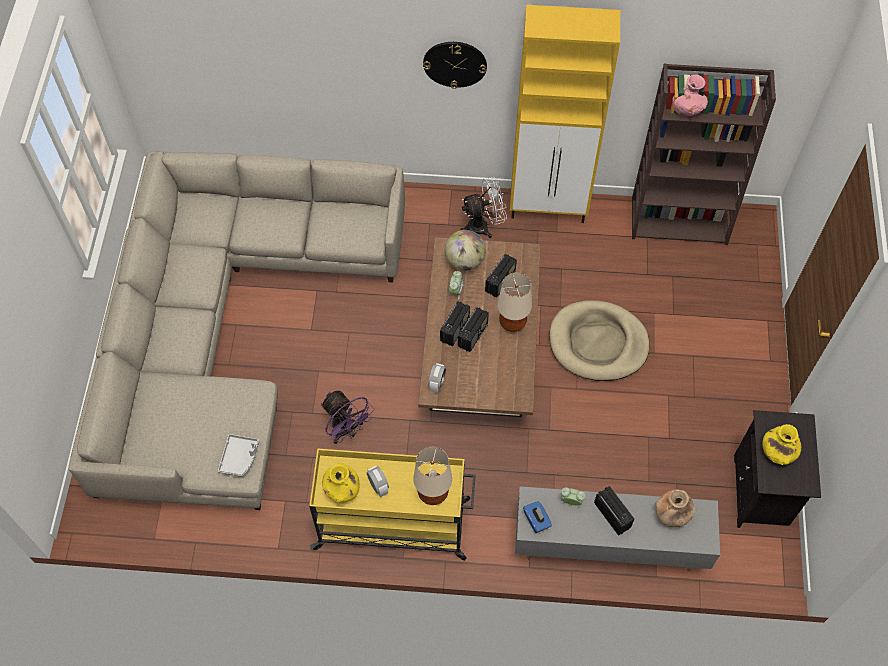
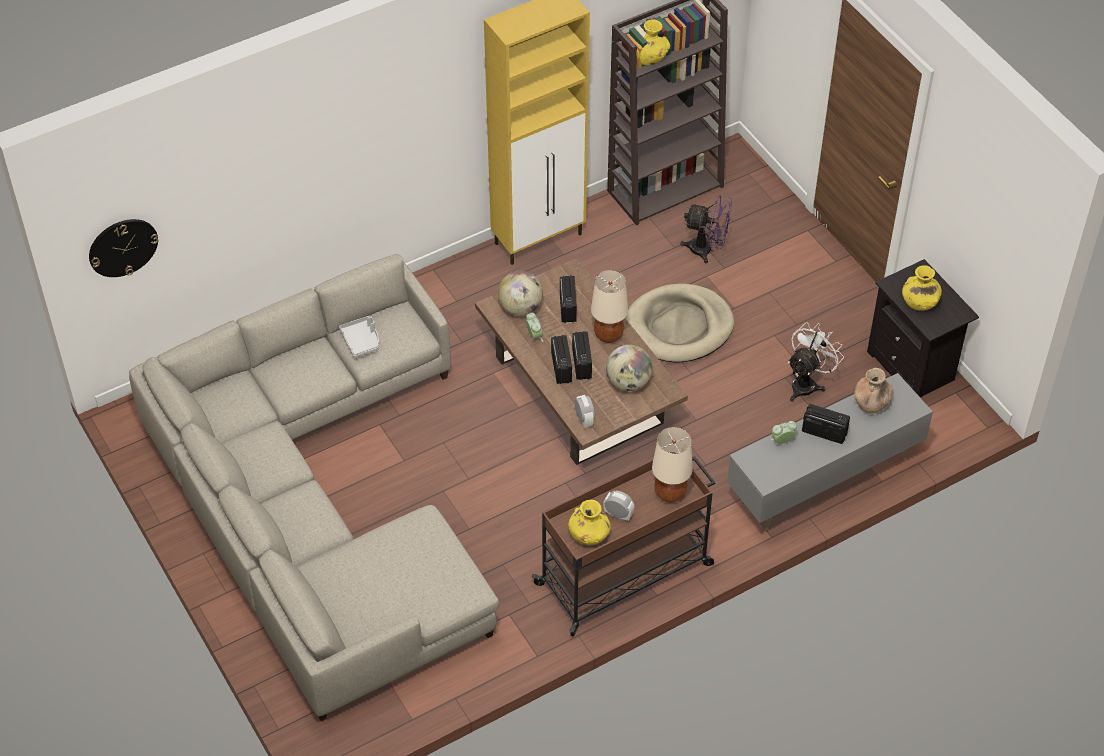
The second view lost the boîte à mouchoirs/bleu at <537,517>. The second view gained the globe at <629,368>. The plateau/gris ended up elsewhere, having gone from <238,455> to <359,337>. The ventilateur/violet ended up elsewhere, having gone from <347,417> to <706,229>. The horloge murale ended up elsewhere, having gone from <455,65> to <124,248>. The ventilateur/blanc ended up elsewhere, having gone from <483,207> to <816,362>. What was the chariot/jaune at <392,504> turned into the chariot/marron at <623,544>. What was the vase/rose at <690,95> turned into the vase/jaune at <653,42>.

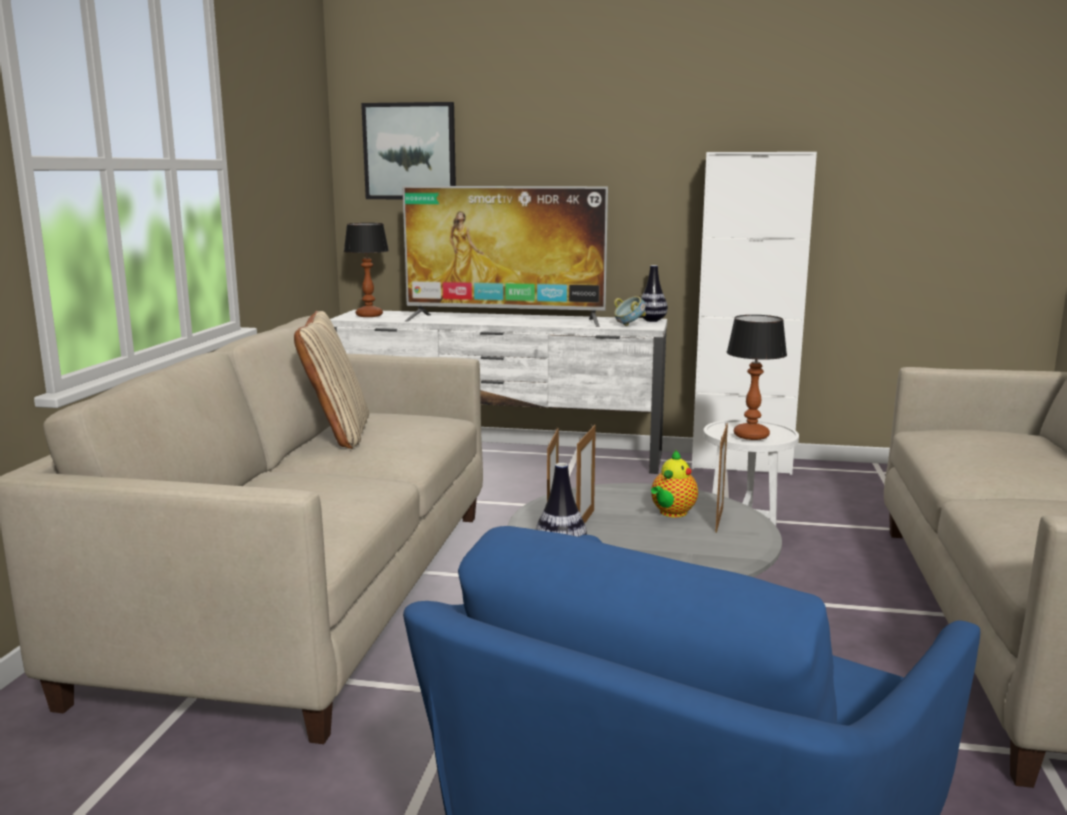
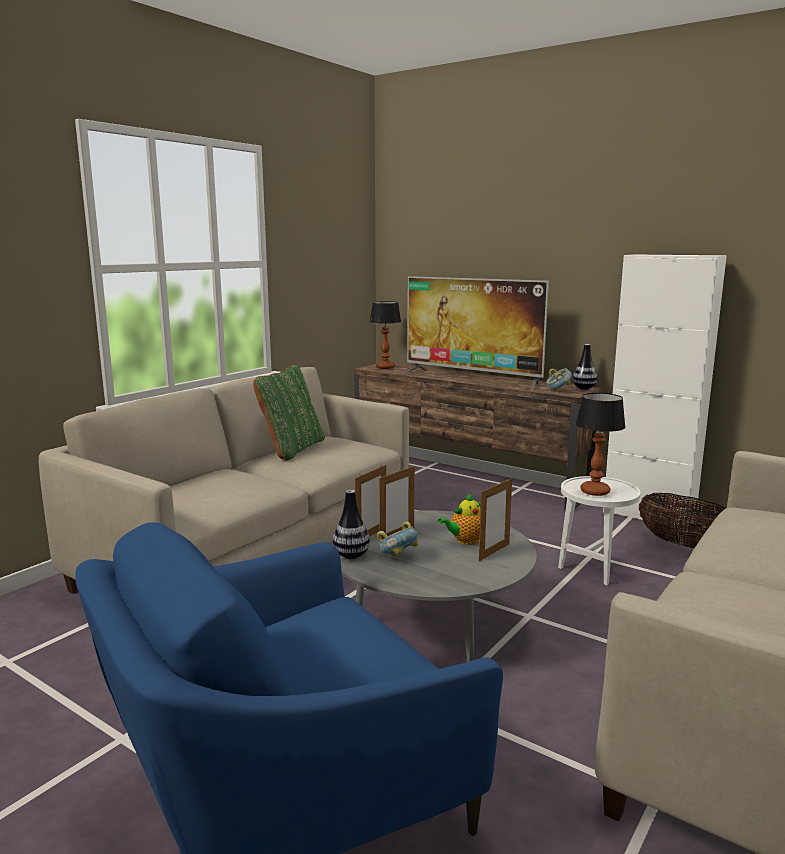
The second view lost the tableau at <408,150>. The second view gained the bol at <397,539>. The second view gained the panier at <682,520>. What was the coussin/beige at <331,380> turned into the coussin/vert at <289,413>. What was the meuble télé/blanc at <498,392> turned into the meuble télé/marron at <477,437>.

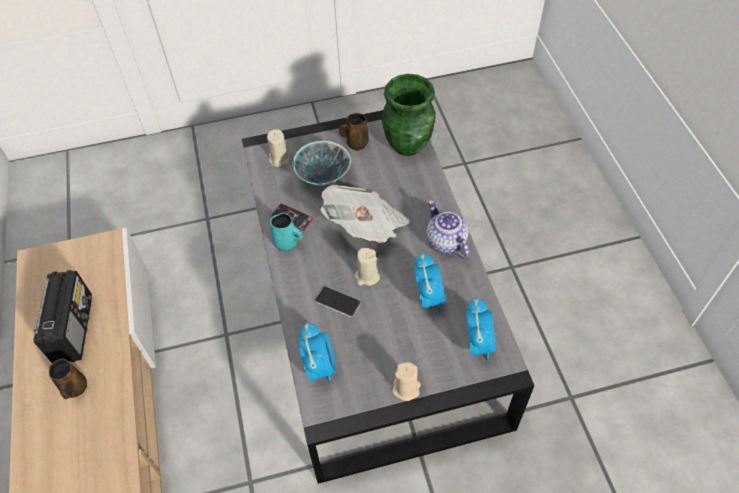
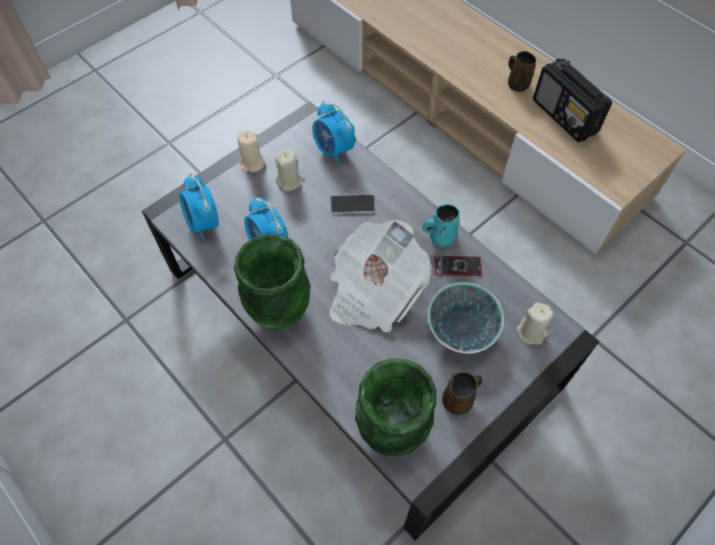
The bougie/beige ended up elsewhere, having gone from <367,267> to <288,169>. Where the théière stood at <447,229>, the vase/vert came to stand at <272,282>.

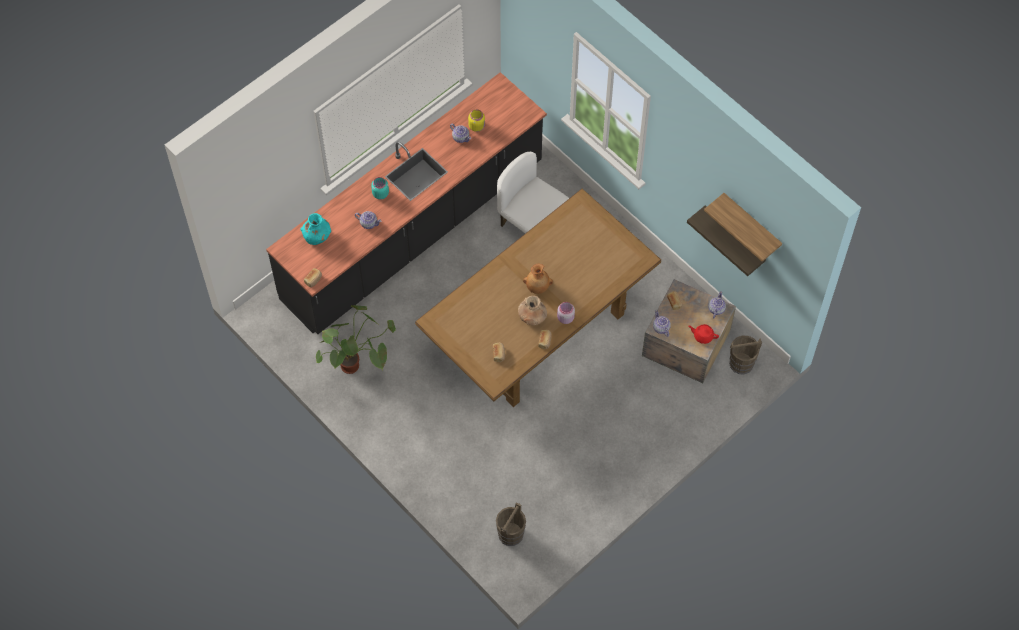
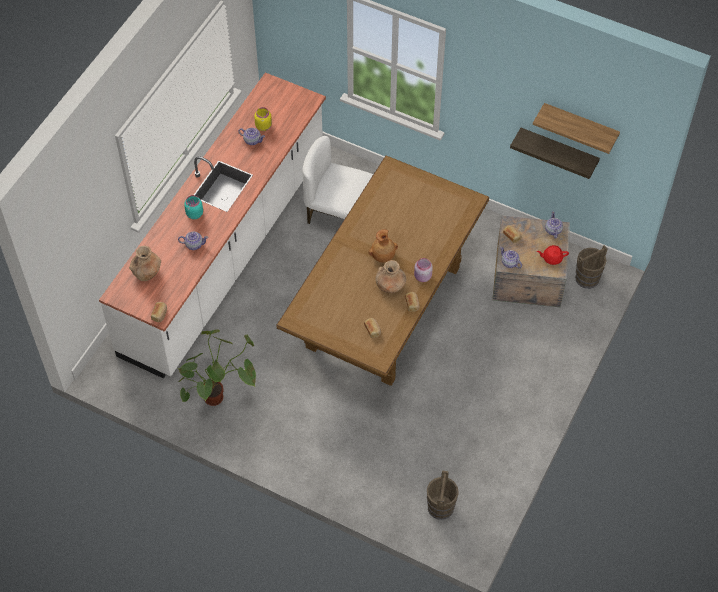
What was the comptoir de cuisine/noir at <406,203> turned into the comptoir de cuisine/blanc at <212,225>. What was the vase/turquoise at <315,229> turned into the vase/marron at <145,263>.

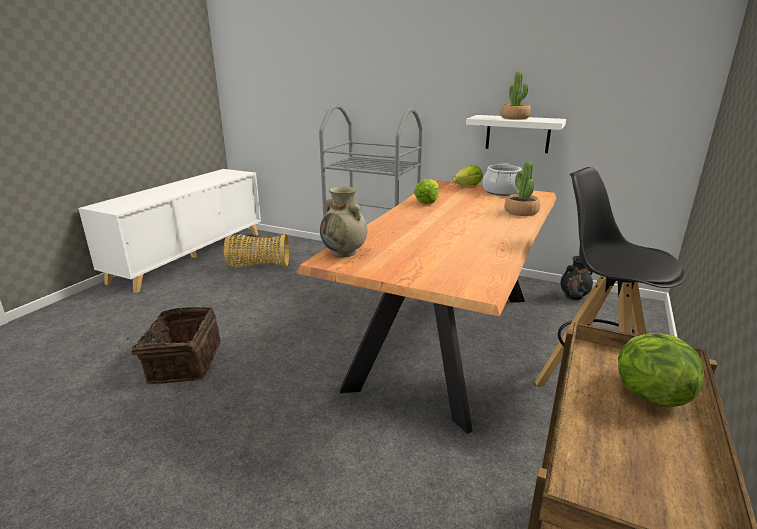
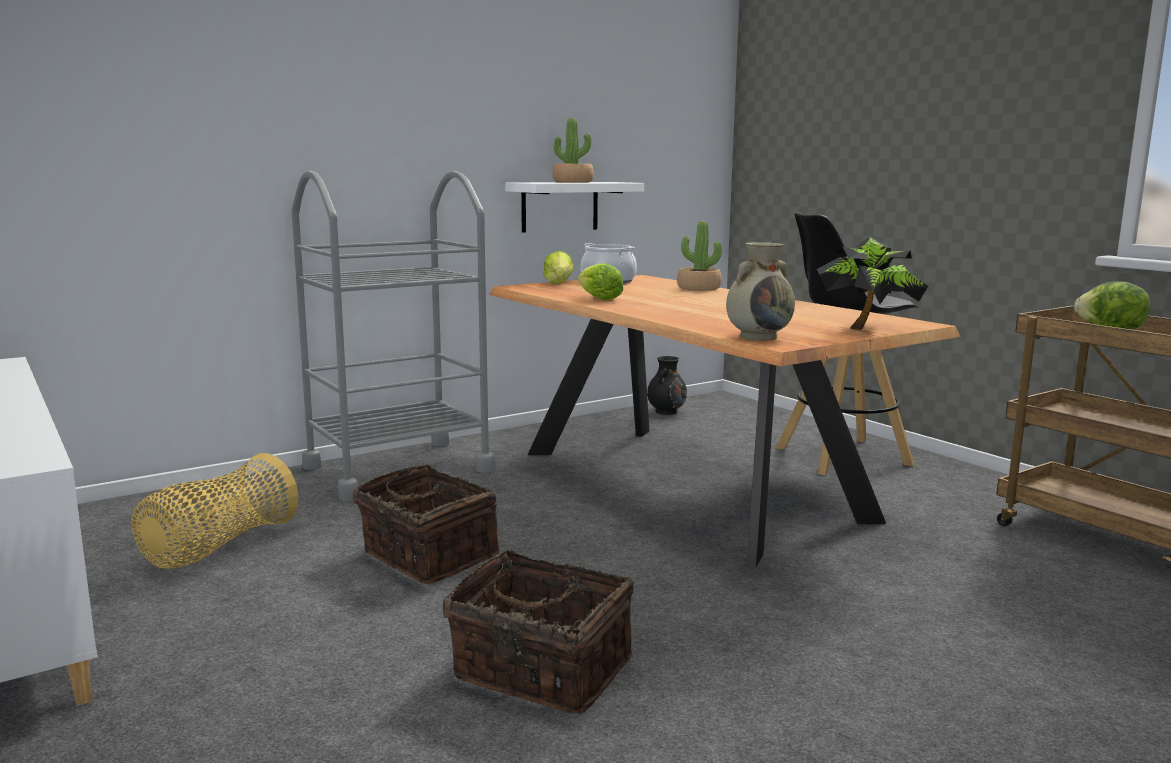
The second view gained the panier at <426,524>. The second view gained the plante en pot at <872,283>.

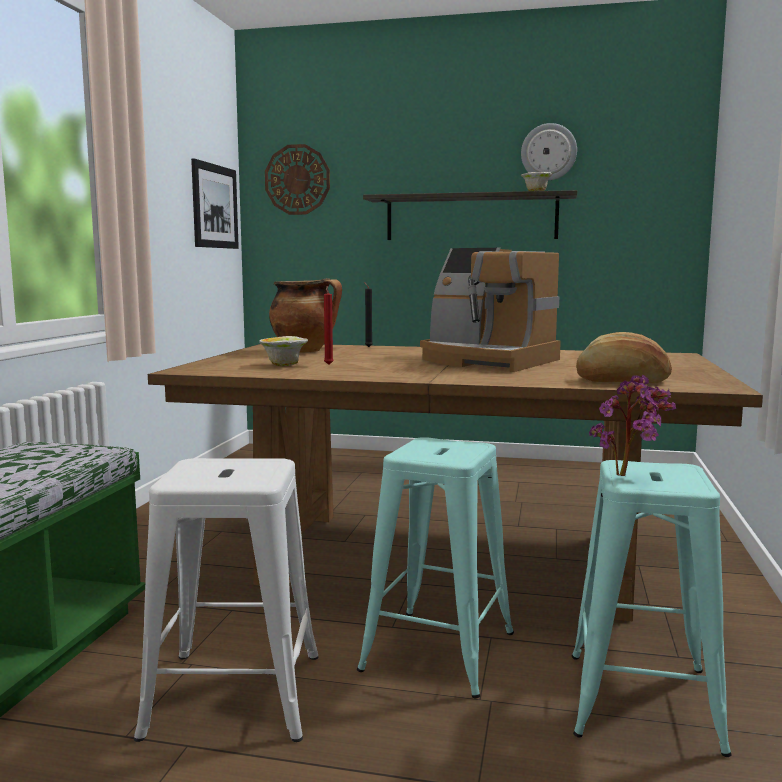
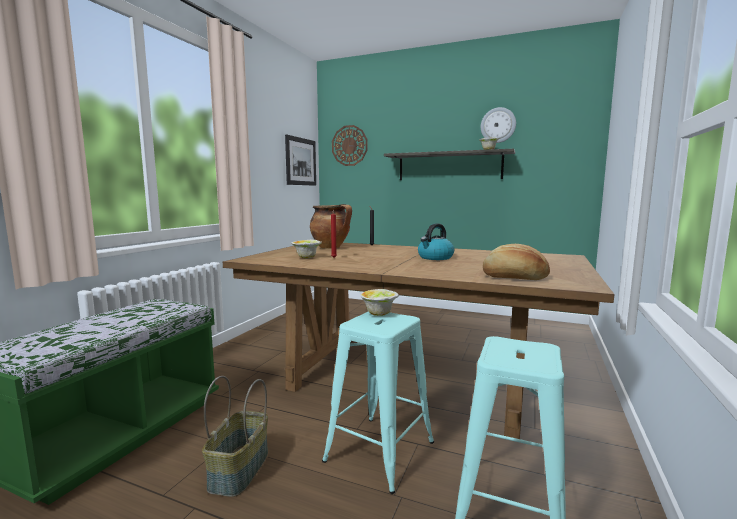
The second view lost the plante en pot at <632,425>. The second view gained the bol at <379,302>. Where the tabouret/blanc stood at <226,600>, the panier came to stand at <235,436>. Where the machine à café stood at <490,310>, the bouilloire came to stand at <436,241>.

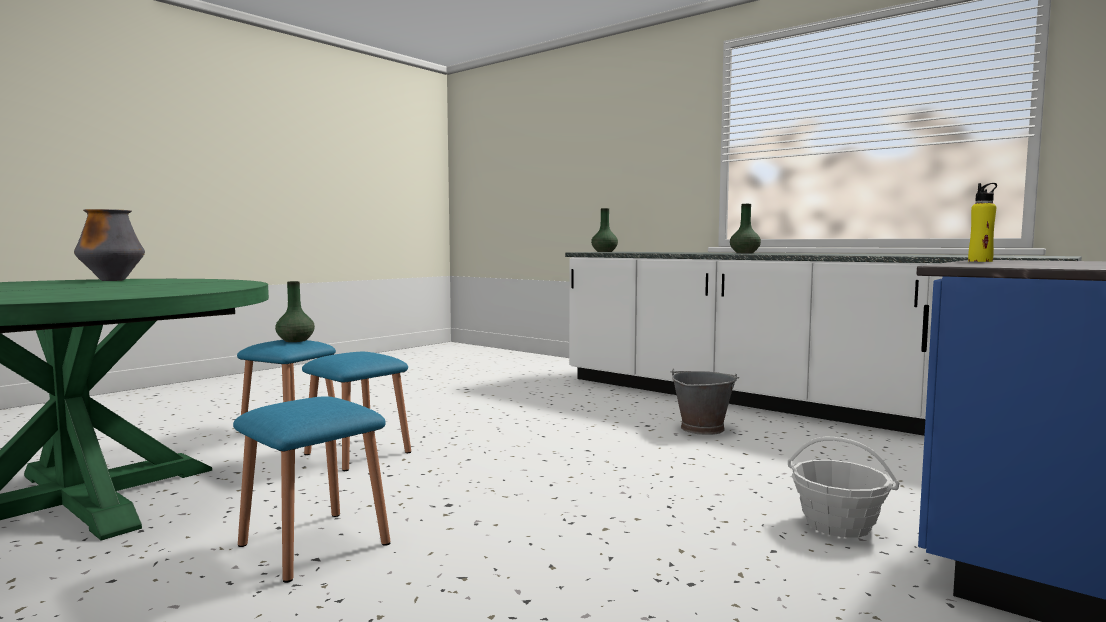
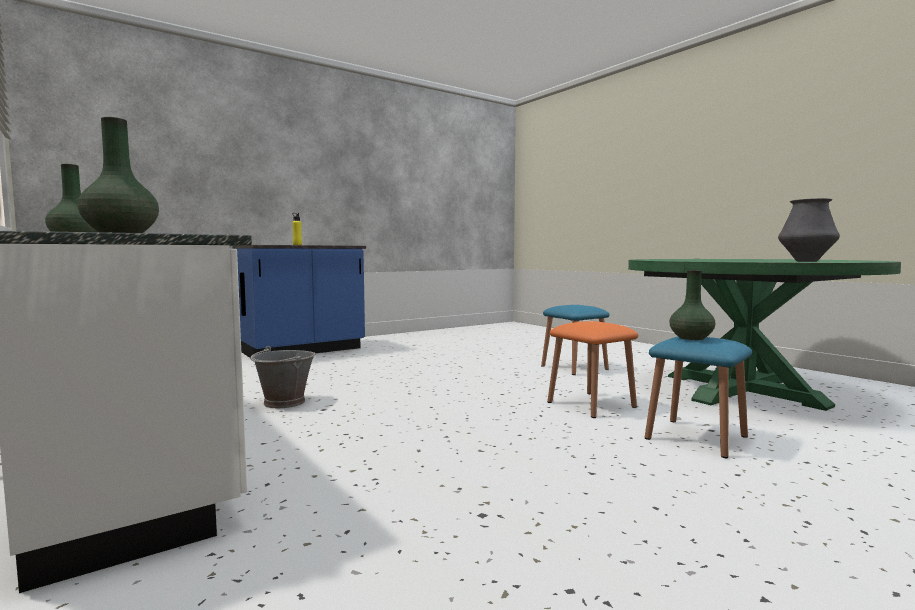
The second view lost the panier at <843,487>. What was the tabouret/bleu at <356,411> turned into the tabouret/orange at <592,369>.

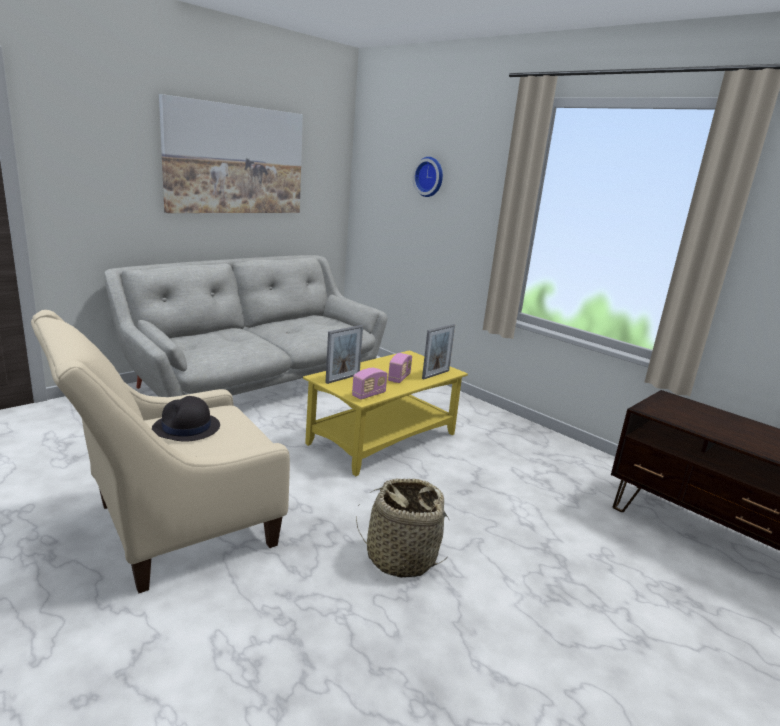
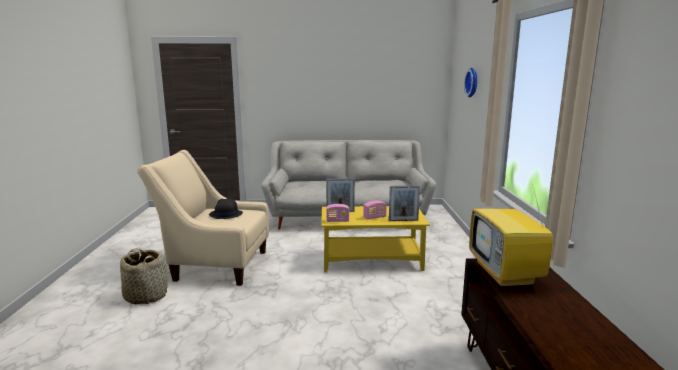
The second view lost the tableau at <231,153>. The second view gained the téléviseur at <511,235>. The panier ended up elsewhere, having gone from <402,528> to <144,276>.

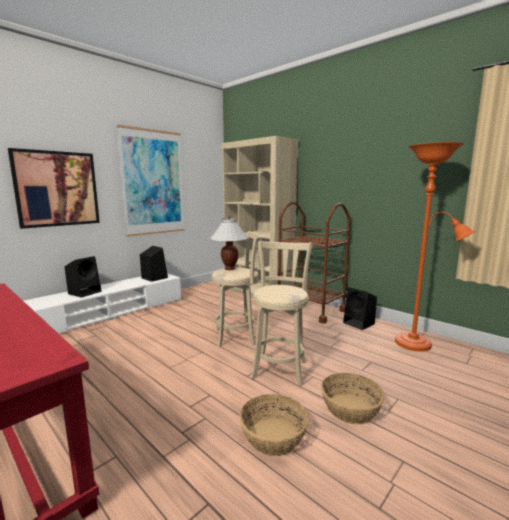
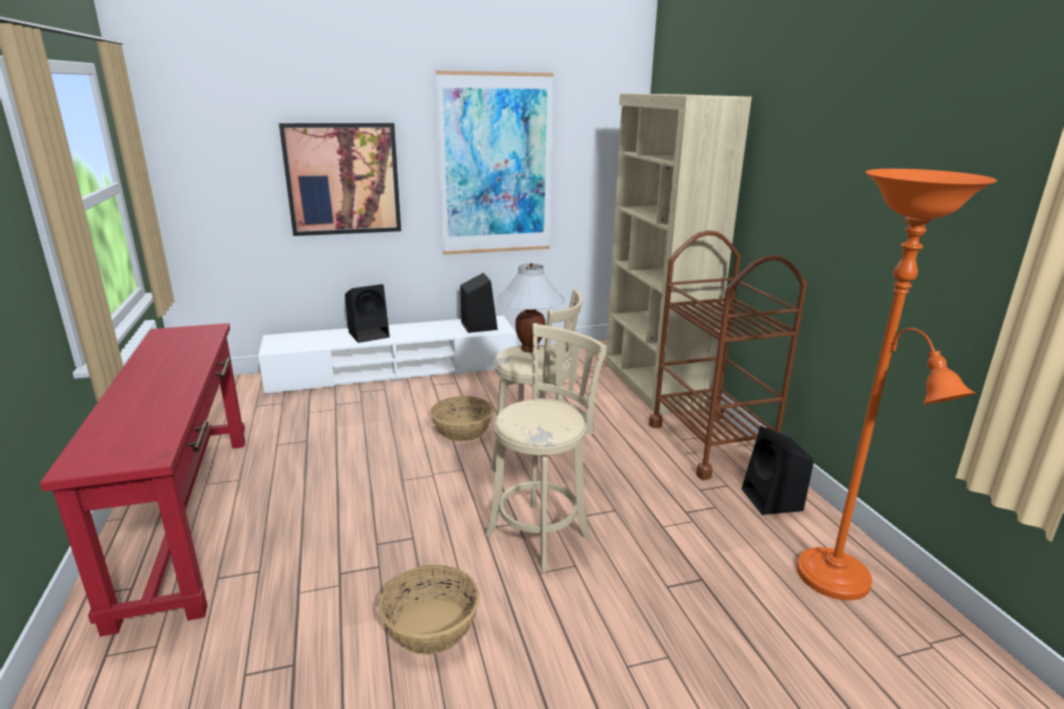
The panier ended up elsewhere, having gone from <353,398> to <462,418>.

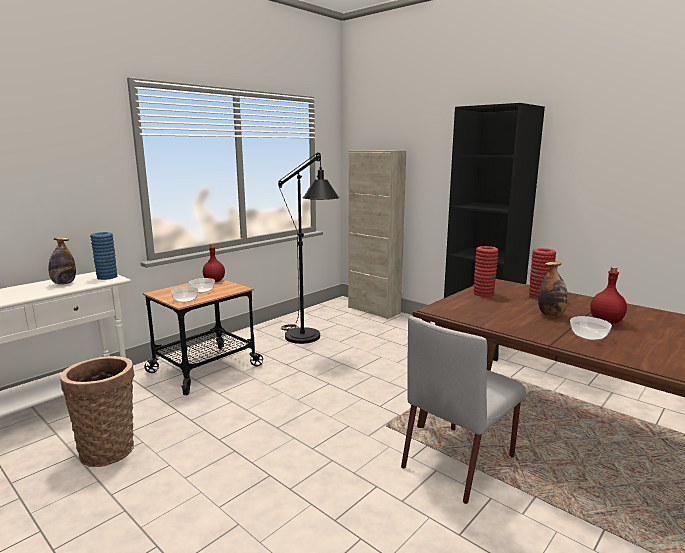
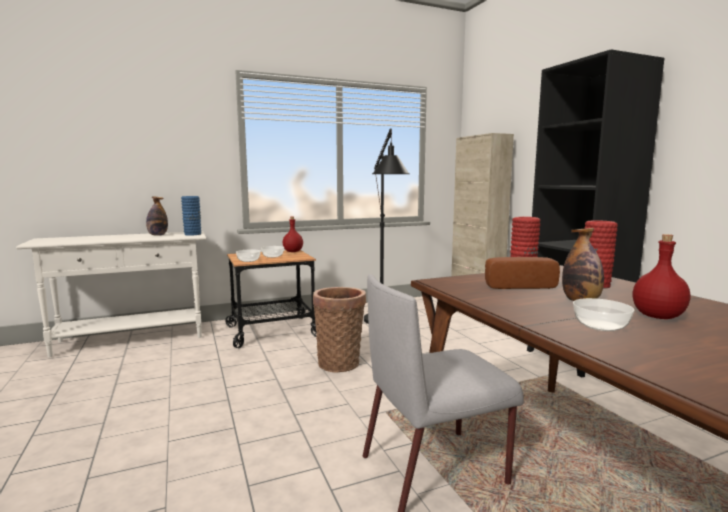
The second view gained the pain at <522,273>. The panier ended up elsewhere, having gone from <97,411> to <339,330>.

